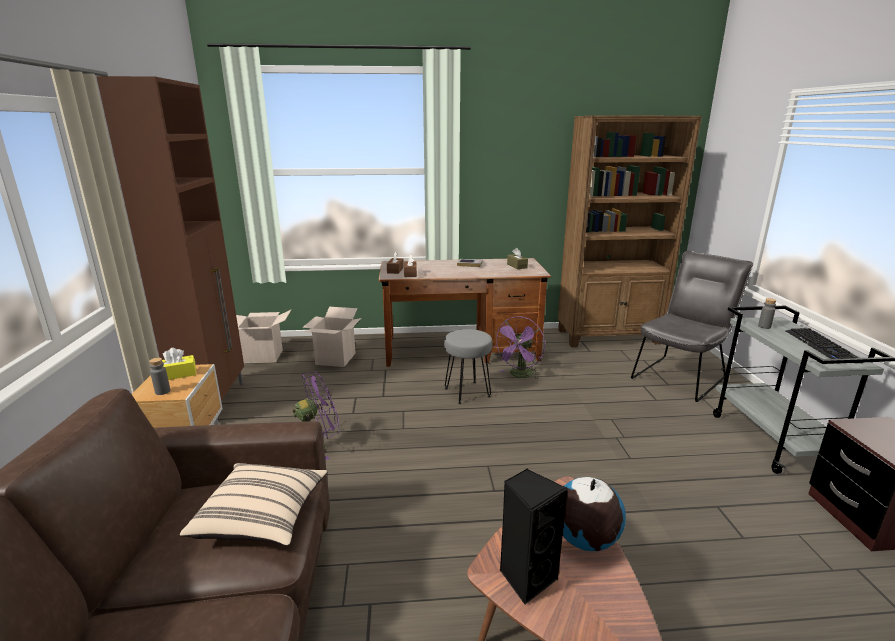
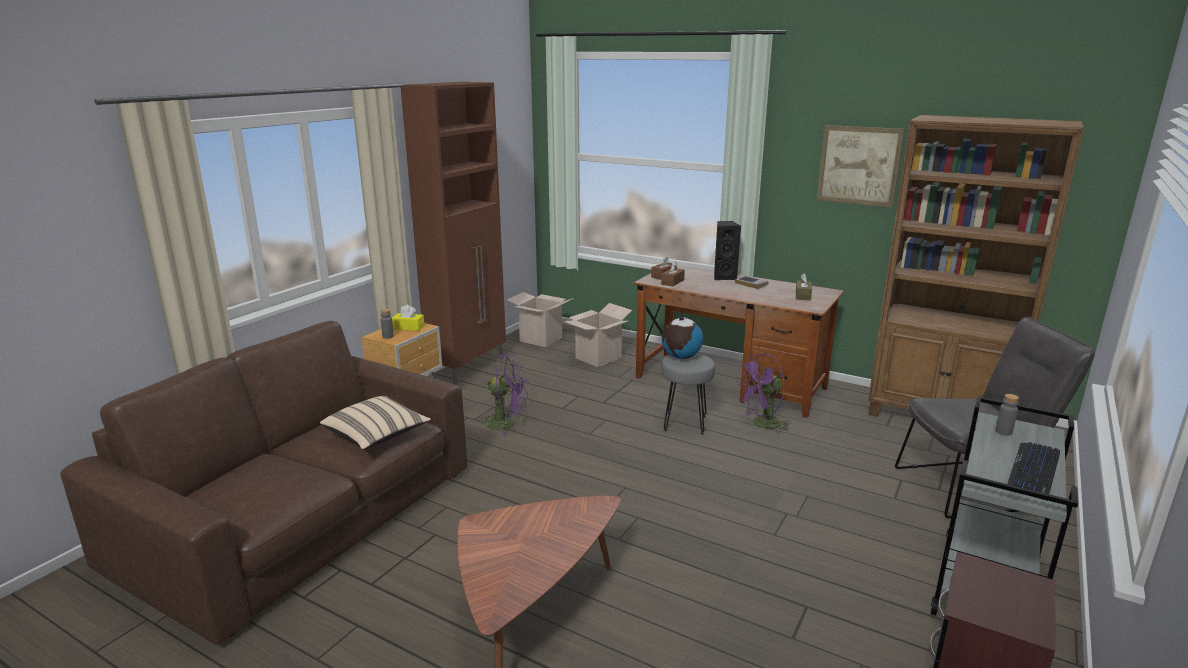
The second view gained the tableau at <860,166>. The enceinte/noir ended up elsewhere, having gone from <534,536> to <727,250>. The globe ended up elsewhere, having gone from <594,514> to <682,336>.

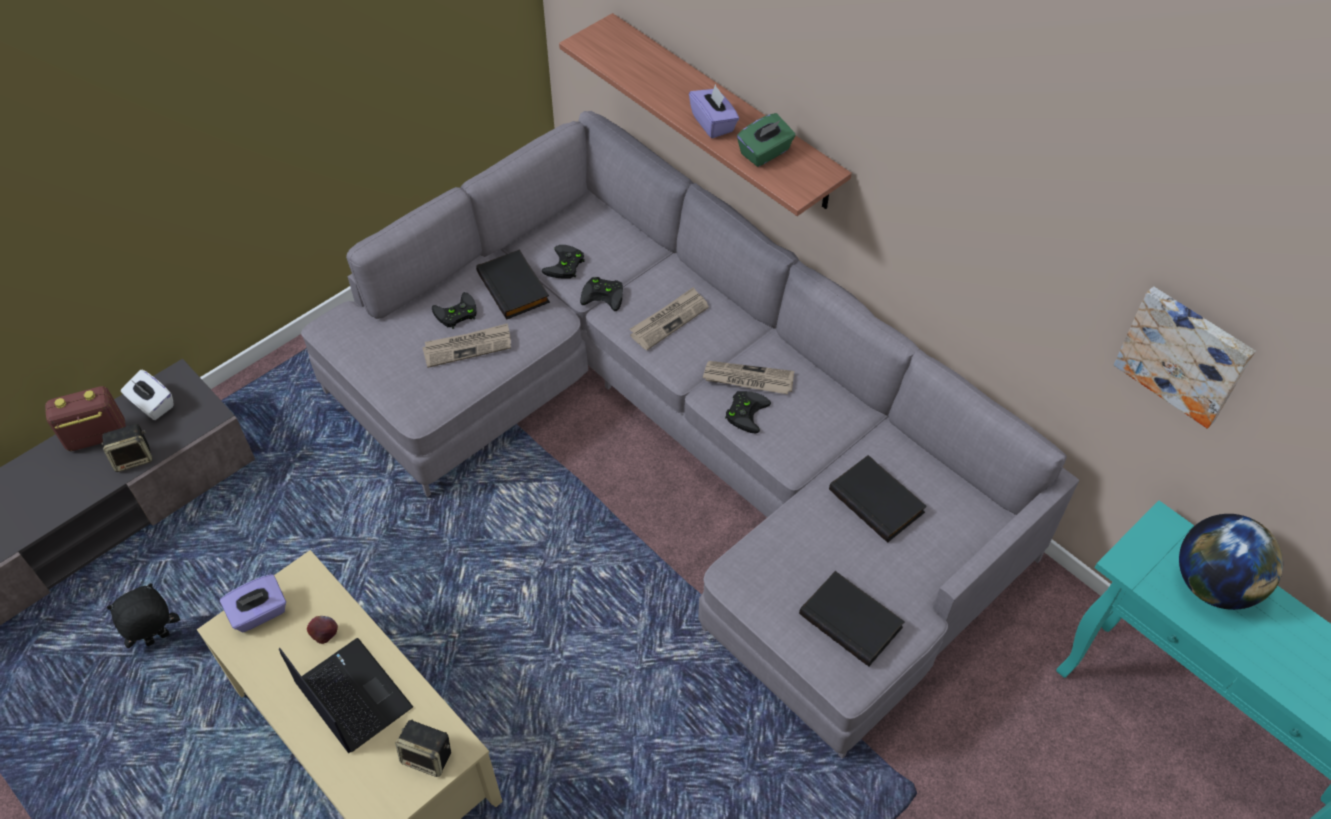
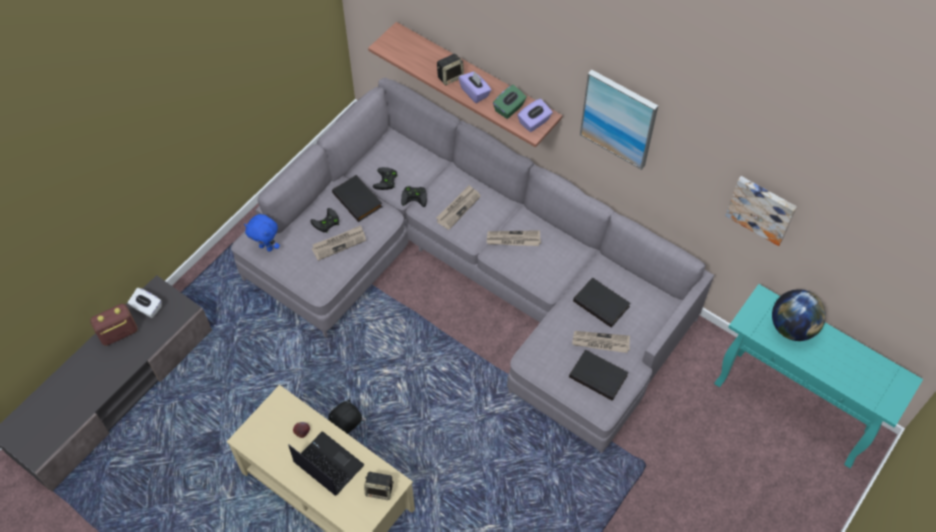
The second view lost the manette/noir at <748,412>. The second view gained the peluche/bleu at <262,233>. The second view gained the journal at <601,342>. The second view gained the tableau at <619,120>. The enceinte ended up elsewhere, having gone from <126,448> to <450,69>. The peluche/noir ended up elsewhere, having gone from <143,615> to <345,416>. The boîte à mouchoirs/violet ended up elsewhere, having gone from <253,603> to <535,115>.

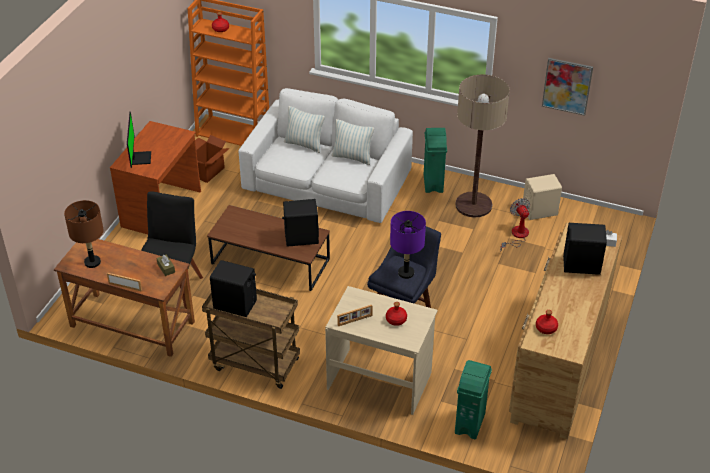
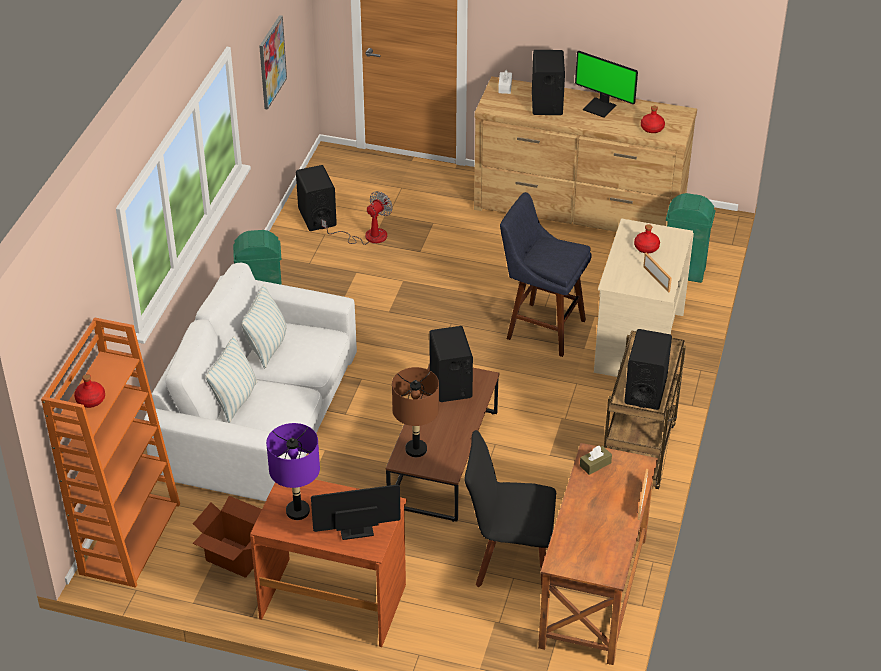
The second view lost the lampadaire at <482,146>. The second view gained the écran d'ordinateur at <606,84>. The lampe de table/marron ended up elsewhere, having gone from <84,234> to <415,412>. The lampe de table/violet ended up elsewhere, having gone from <408,245> to <293,471>. What was the enceinte/beige at <542,197> turned into the enceinte/noir at <316,198>. The ventilateur at <515,225> ended up facing another way, 150 degrees clockwise from before.

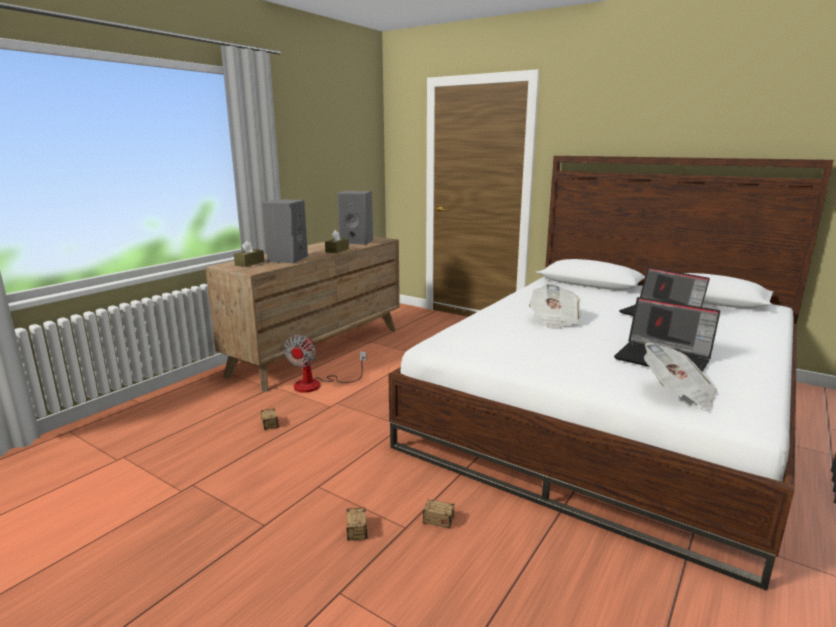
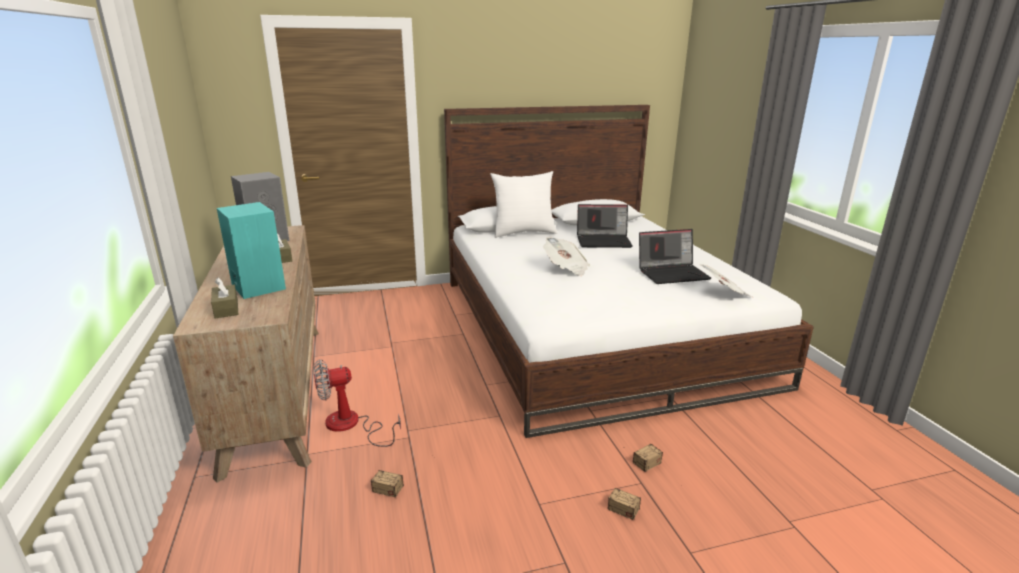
The second view gained the coussin/blanc at <523,204>. What was the enceinte/gris at <285,231> turned into the enceinte/turquoise at <251,250>. The ventilateur at <325,364> ended up facing another way, 105 degrees clockwise from before.

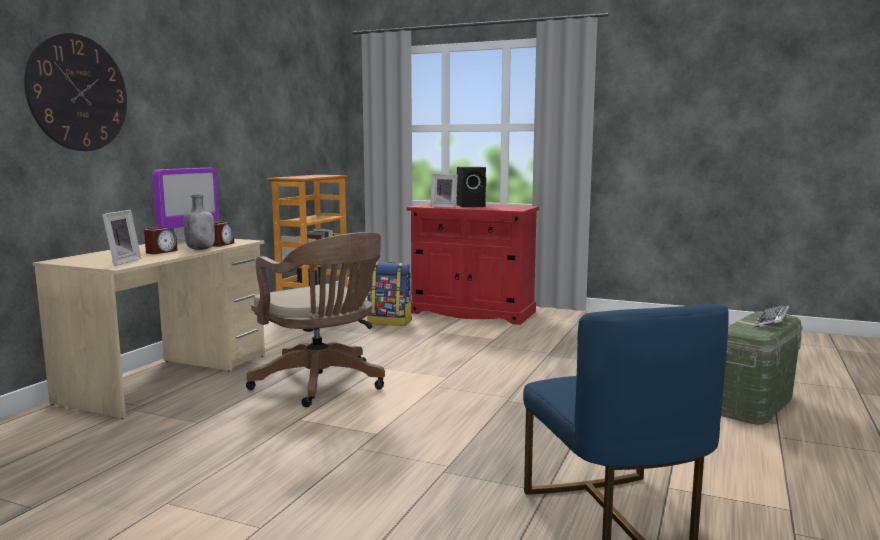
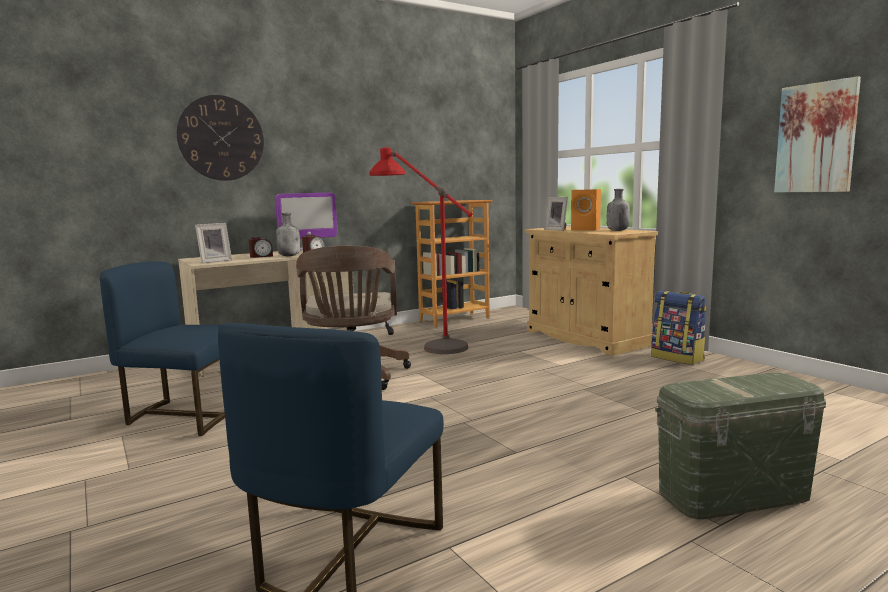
The second view lost the clavier at <771,316>. The second view gained the chaise/bleu at <162,348>. The second view gained the lampadaire/rouge at <421,250>. The second view gained the bouteille/gris at <618,210>. The second view gained the tableau at <817,134>. The sac à dos ended up elsewhere, having gone from <389,294> to <678,328>. What was the meuble de rangement/rouge at <473,264> turned into the meuble de rangement/beige at <591,291>. What was the enceinte/noir at <471,187> turned into the enceinte/orange at <586,210>.

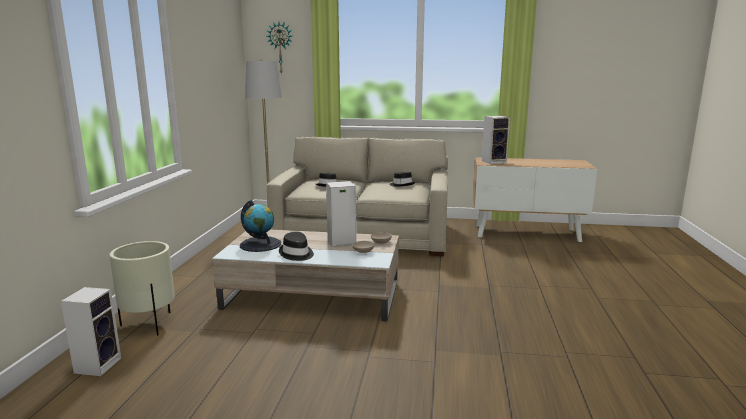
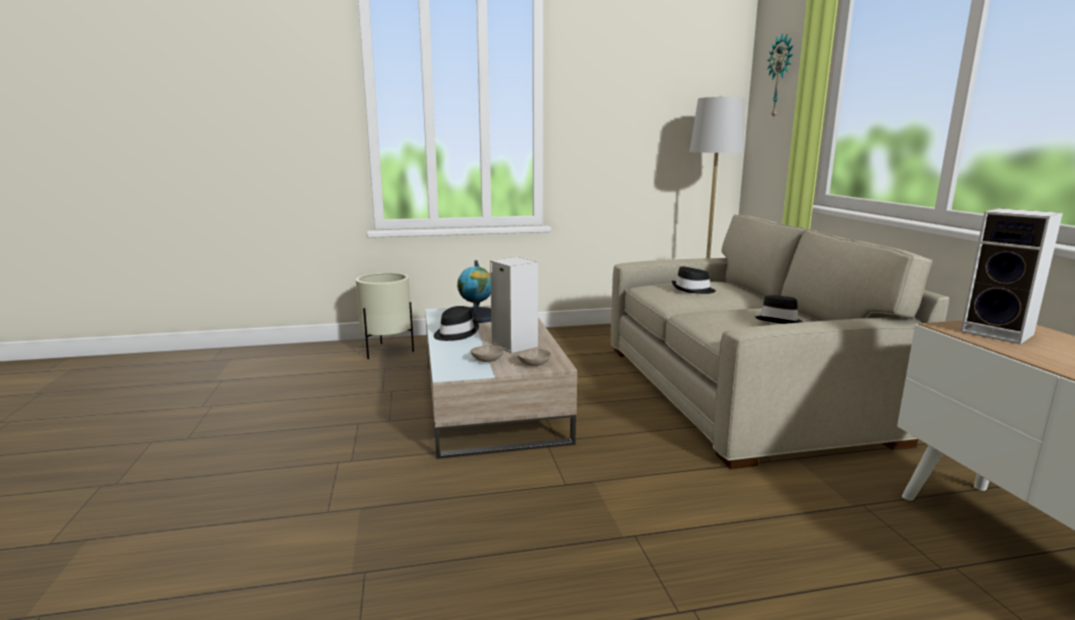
The second view lost the enceinte at <91,331>.

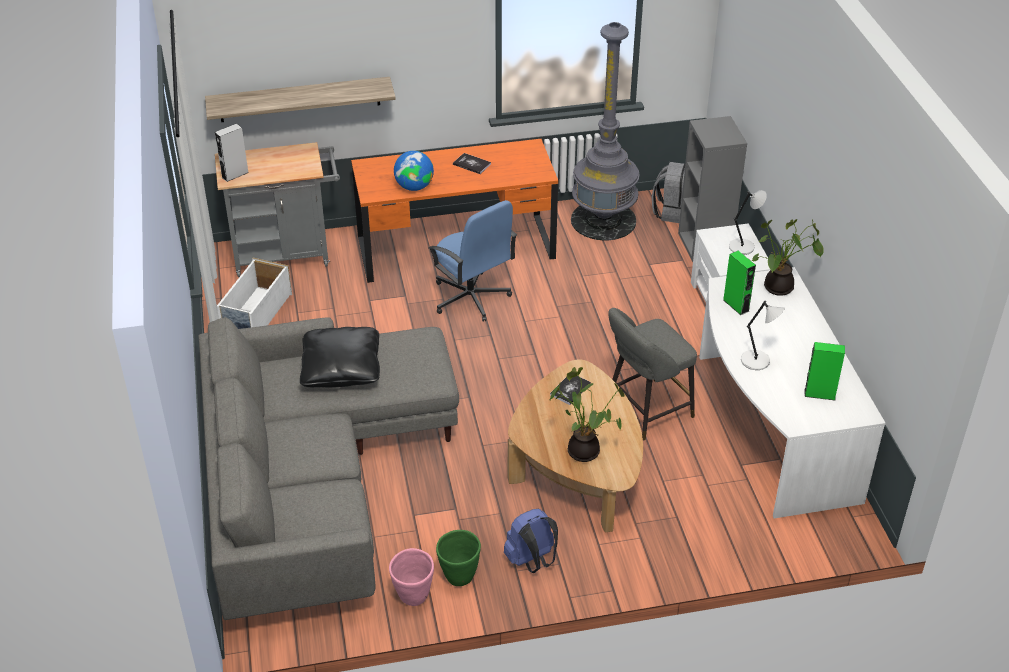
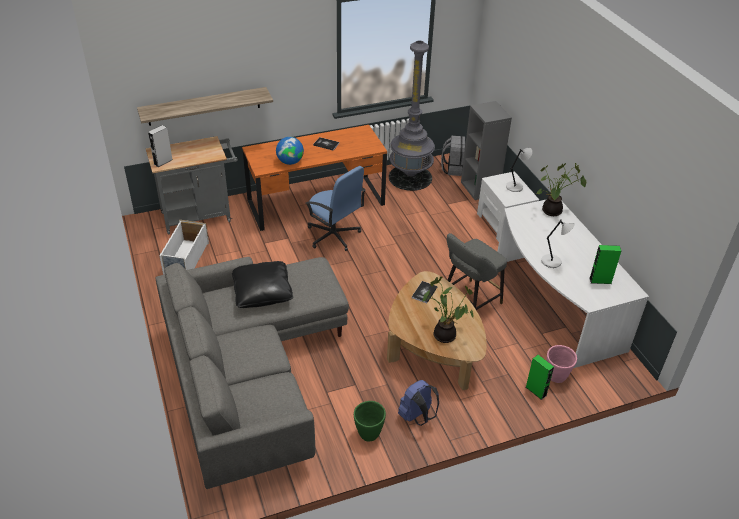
The cache-pot/rose ended up elsewhere, having gone from <411,577> to <561,364>. The enceinte/vert ended up elsewhere, having gone from <739,283> to <540,377>.

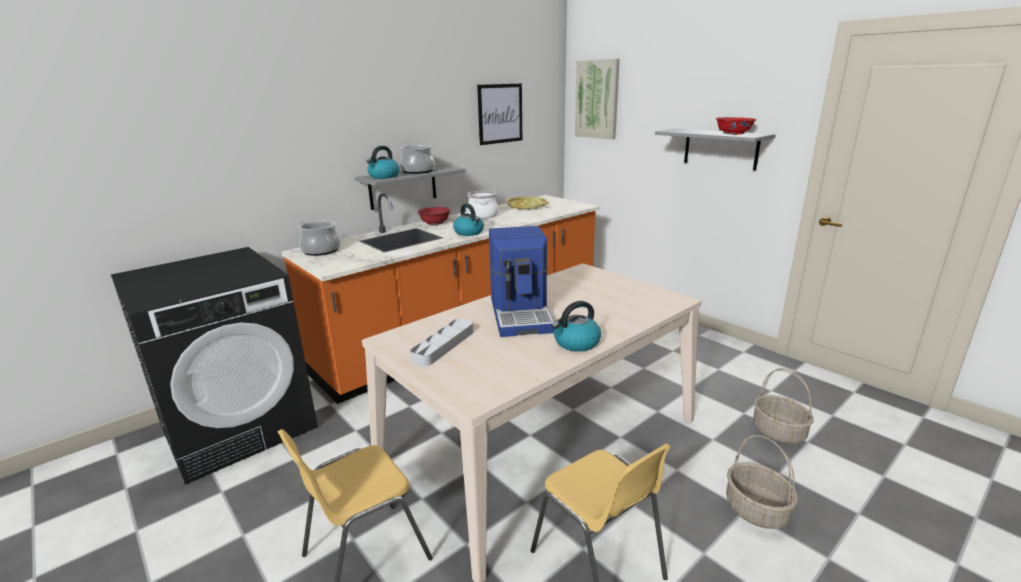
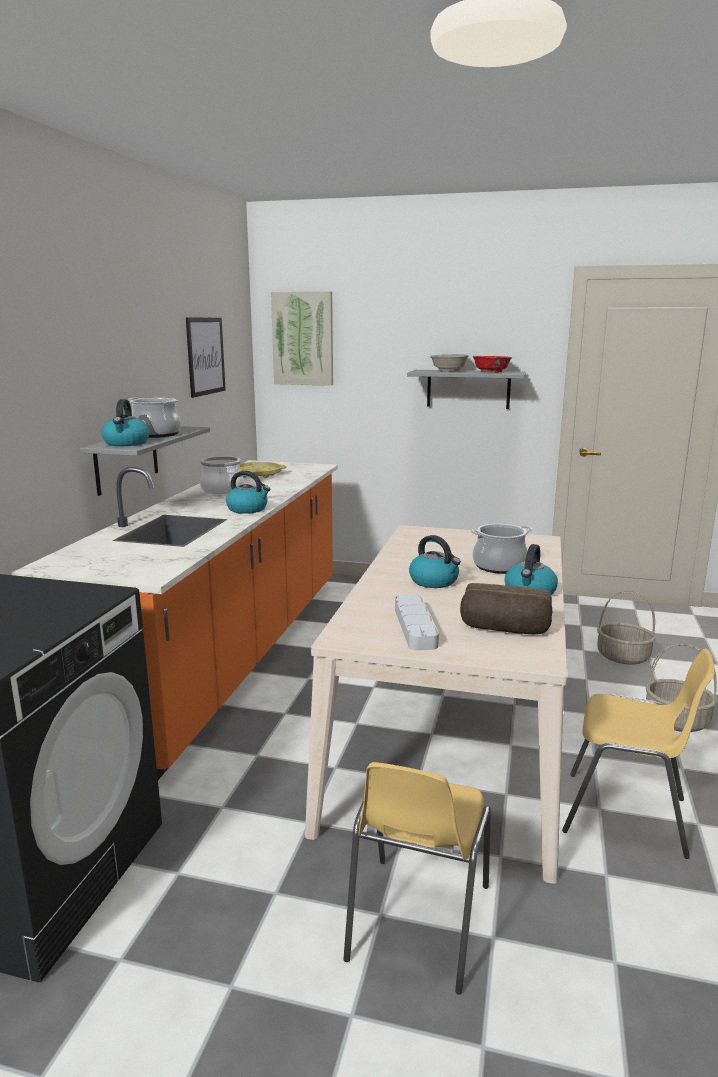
The second view lost the bol/rouge at <434,216>. The second view gained the bol/blanc at <449,362>. The second view gained the pain at <506,608>. The marmite ended up elsewhere, having gone from <318,238> to <502,549>. Where the machine à café stood at <521,281>, the bouilloire came to stand at <435,561>.

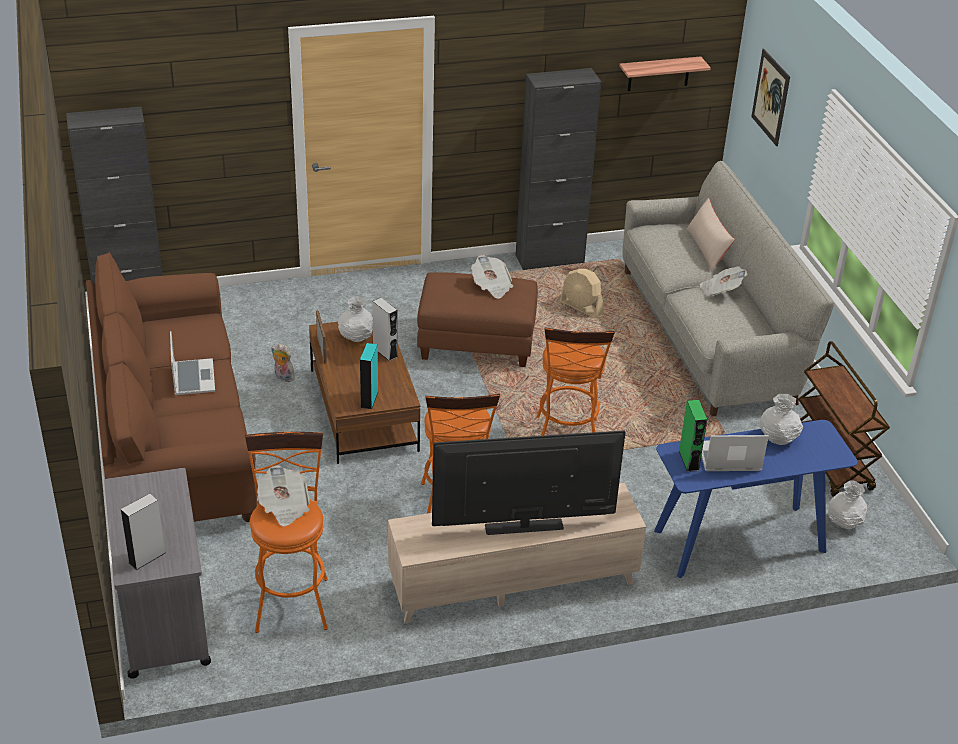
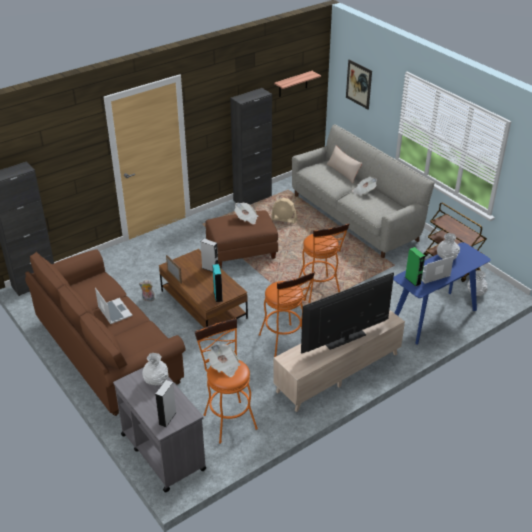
The vase/blanc ended up elsewhere, having gone from <355,319> to <155,369>.

